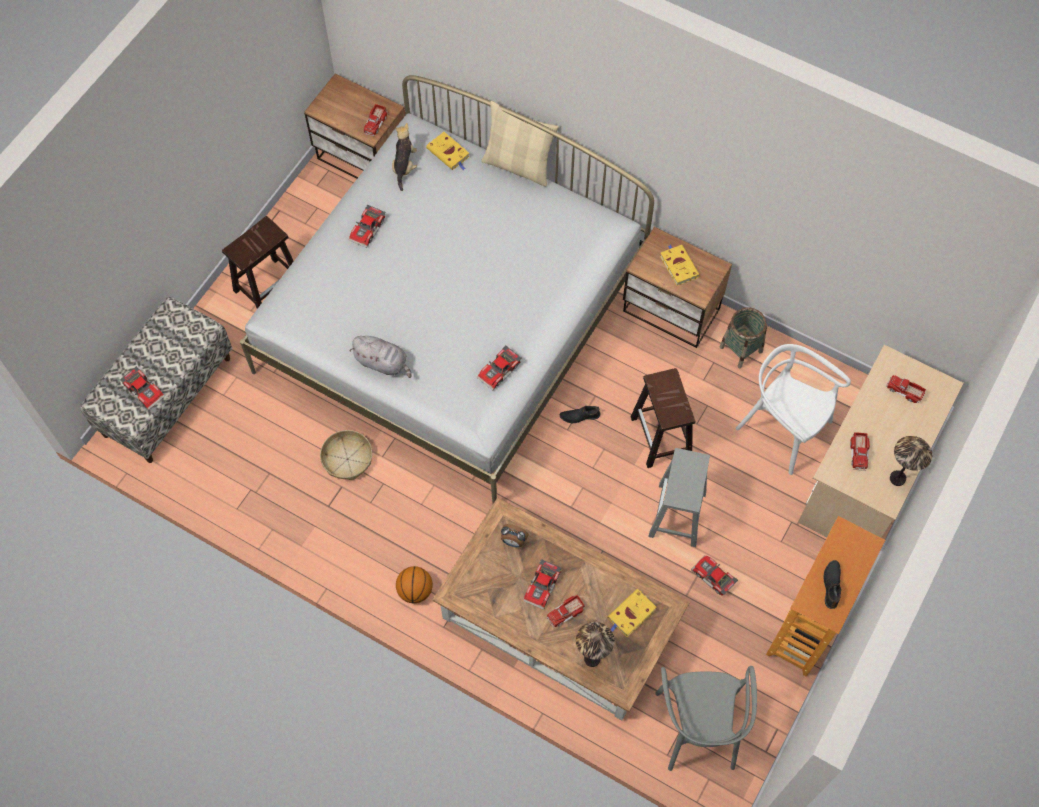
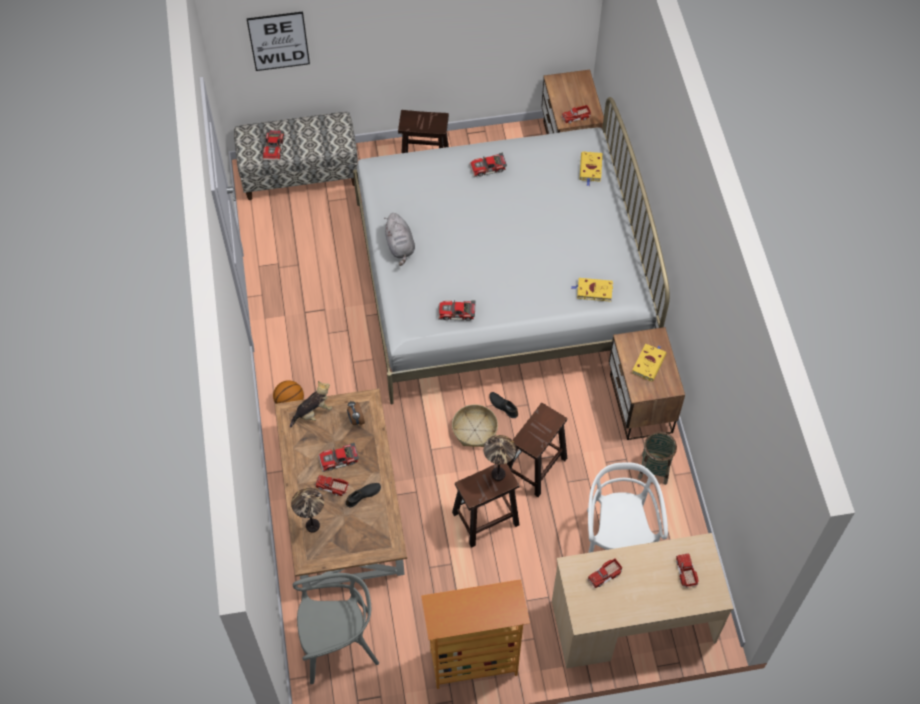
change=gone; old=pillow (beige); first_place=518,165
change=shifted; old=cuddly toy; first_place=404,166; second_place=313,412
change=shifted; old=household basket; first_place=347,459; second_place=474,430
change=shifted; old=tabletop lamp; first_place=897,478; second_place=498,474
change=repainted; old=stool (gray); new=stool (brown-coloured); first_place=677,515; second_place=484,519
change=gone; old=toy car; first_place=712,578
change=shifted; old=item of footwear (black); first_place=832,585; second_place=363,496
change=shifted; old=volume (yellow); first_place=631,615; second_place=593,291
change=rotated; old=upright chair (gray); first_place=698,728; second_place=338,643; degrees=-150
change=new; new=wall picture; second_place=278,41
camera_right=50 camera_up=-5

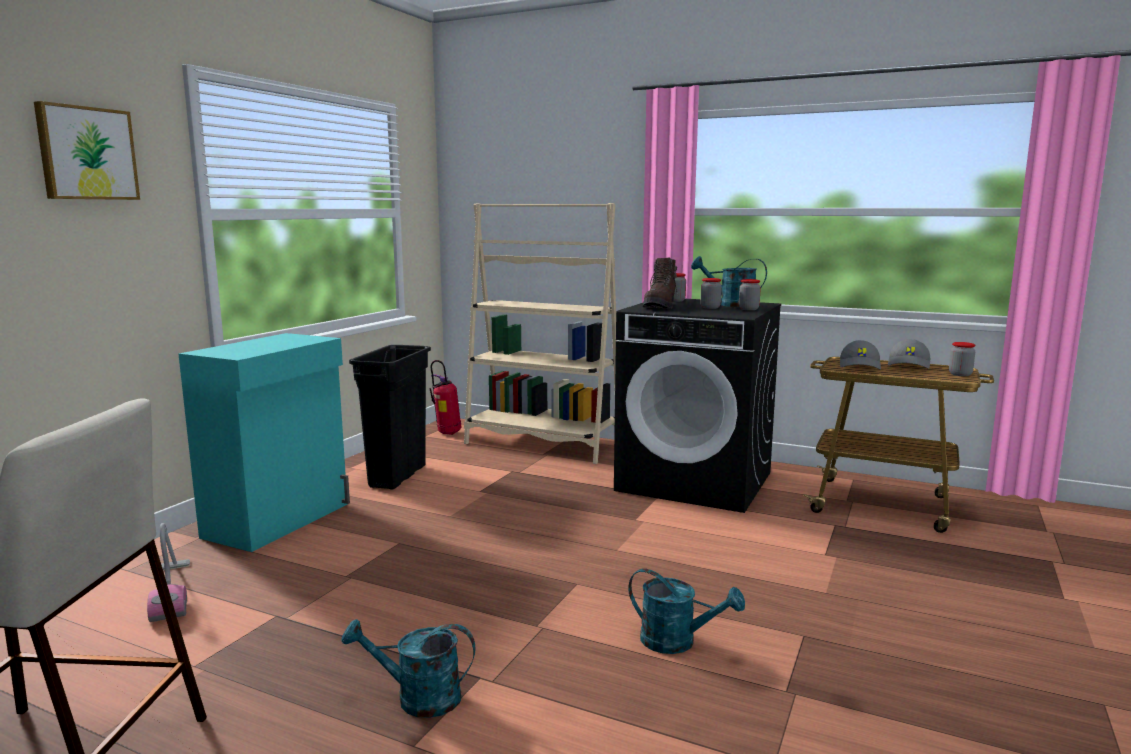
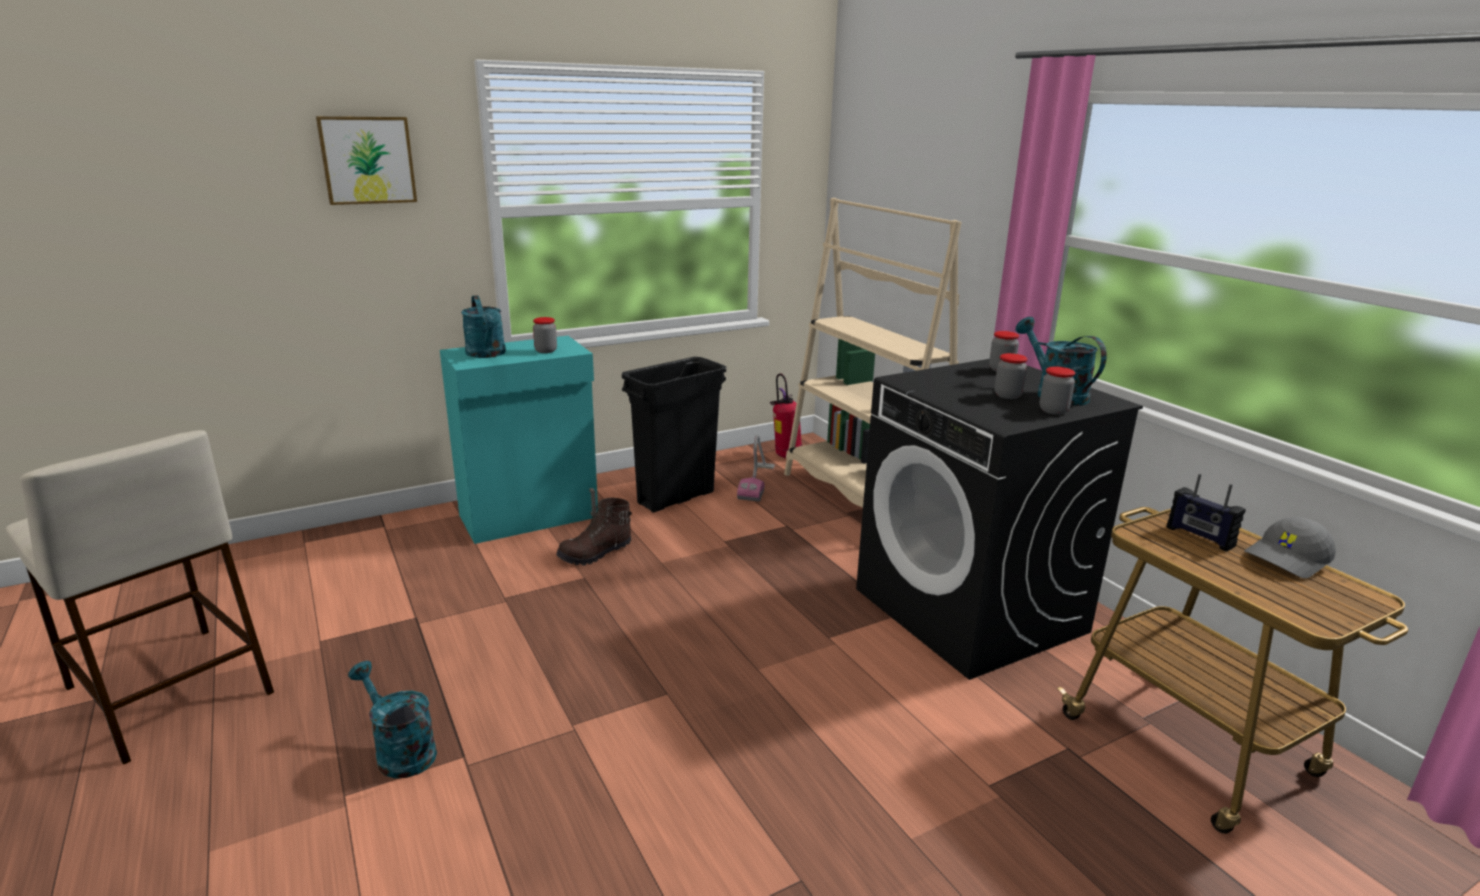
change=shifted; old=boot (brown-coloured); first_place=660,306; second_place=596,554
change=swapped; old=peaked cap (gray); new=radio receiver; first_place=860,365; second_place=1199,537
change=shifted; old=storage jar; first_place=960,374; second_place=546,351
change=shifted; old=hoover; first_place=172,591; second_place=757,483
change=shifted; old=sprinkling can (blue-green); first_place=677,642; second_place=487,354
camera_right=35 camera_up=10

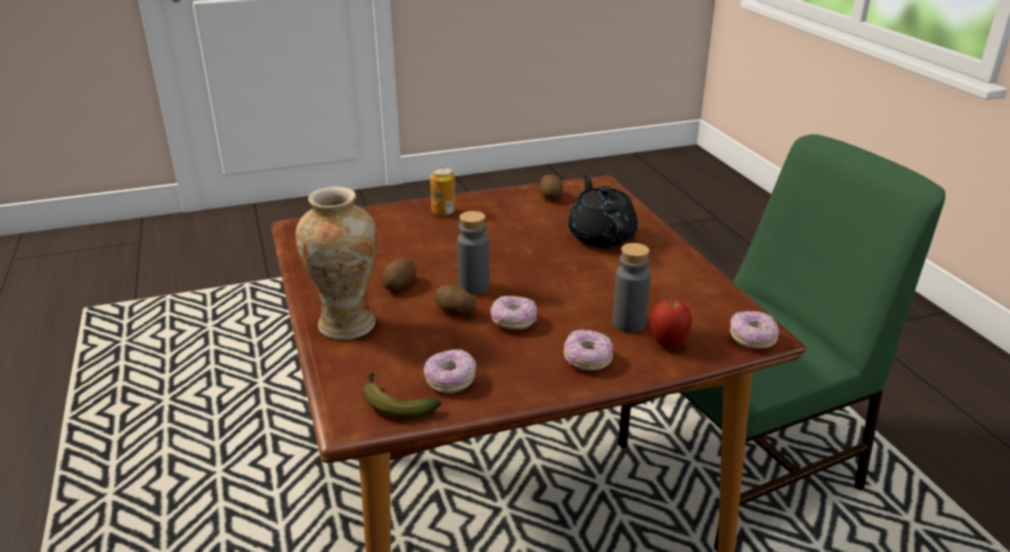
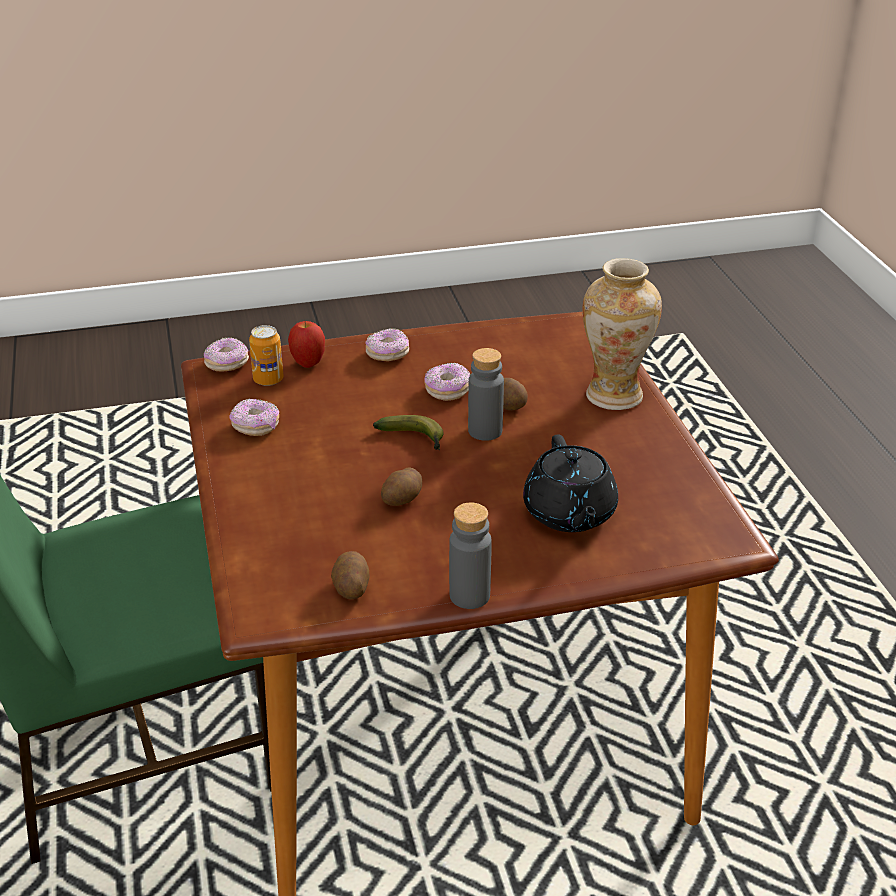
change=shifted; old=metal can; first_place=443,212; second_place=268,379
change=shifted; old=tea pot (black); first_place=601,236; second_place=569,514
change=shifted; old=beverage bottle (gray); first_place=628,323; second_place=469,595
change=shifted; old=whole potato; first_place=399,285; second_place=403,499
change=shifted; old=doughnut; first_place=450,381; second_place=255,427
change=shifted; old=banana; first_place=394,403; second_place=415,439
camera_right=-175 camera_up=5

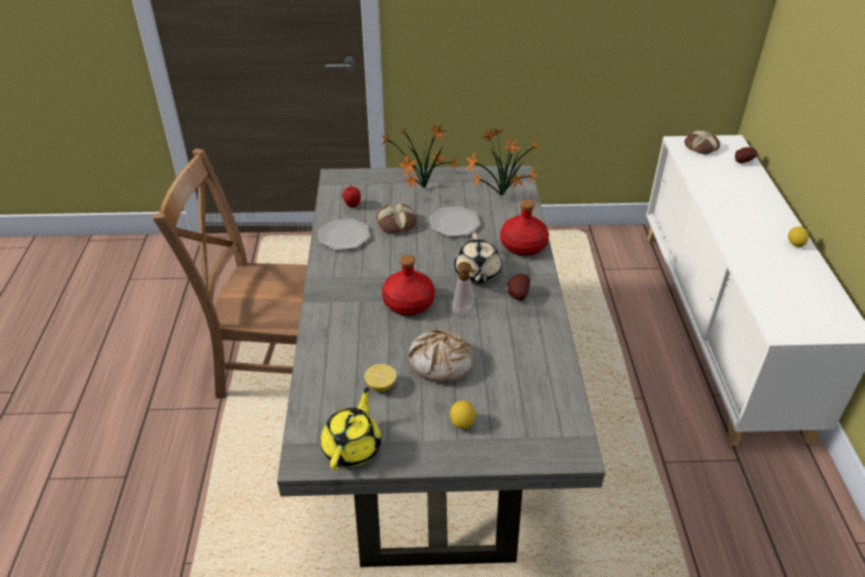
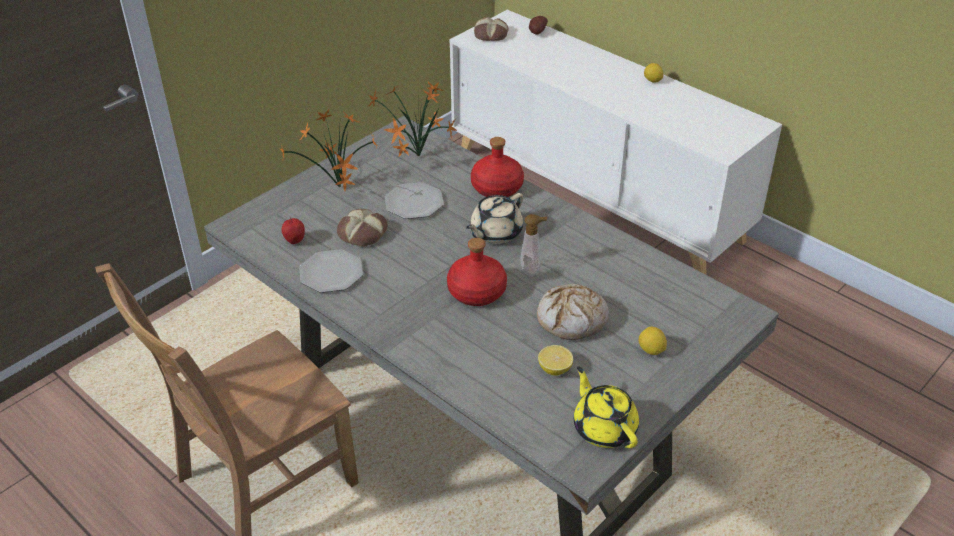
change=rotated; old=tea pot (beige); first_place=477,273; second_place=495,233; degrees=90
change=gone; old=whole potato; first_place=517,295
camera_right=-45 camera_up=0

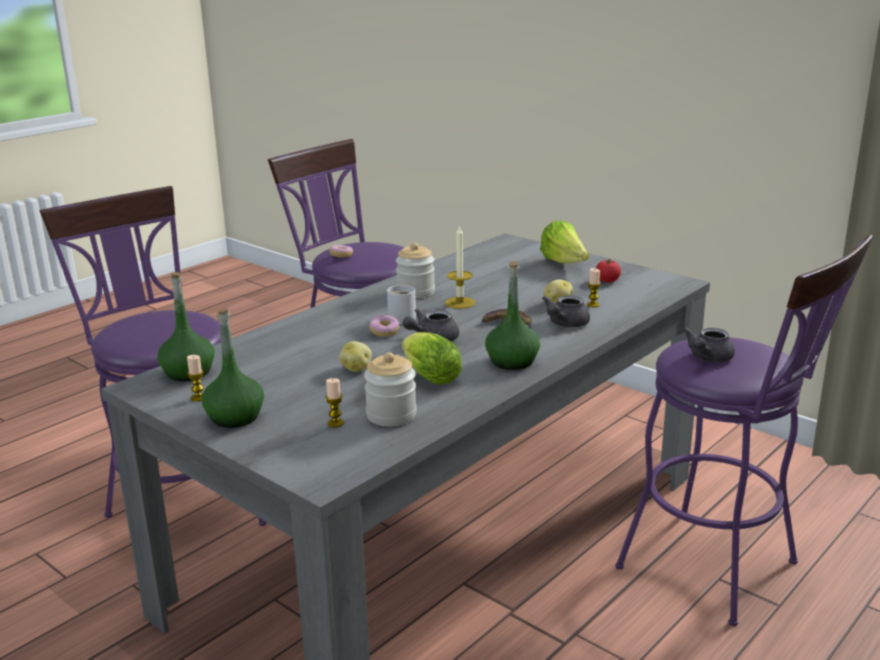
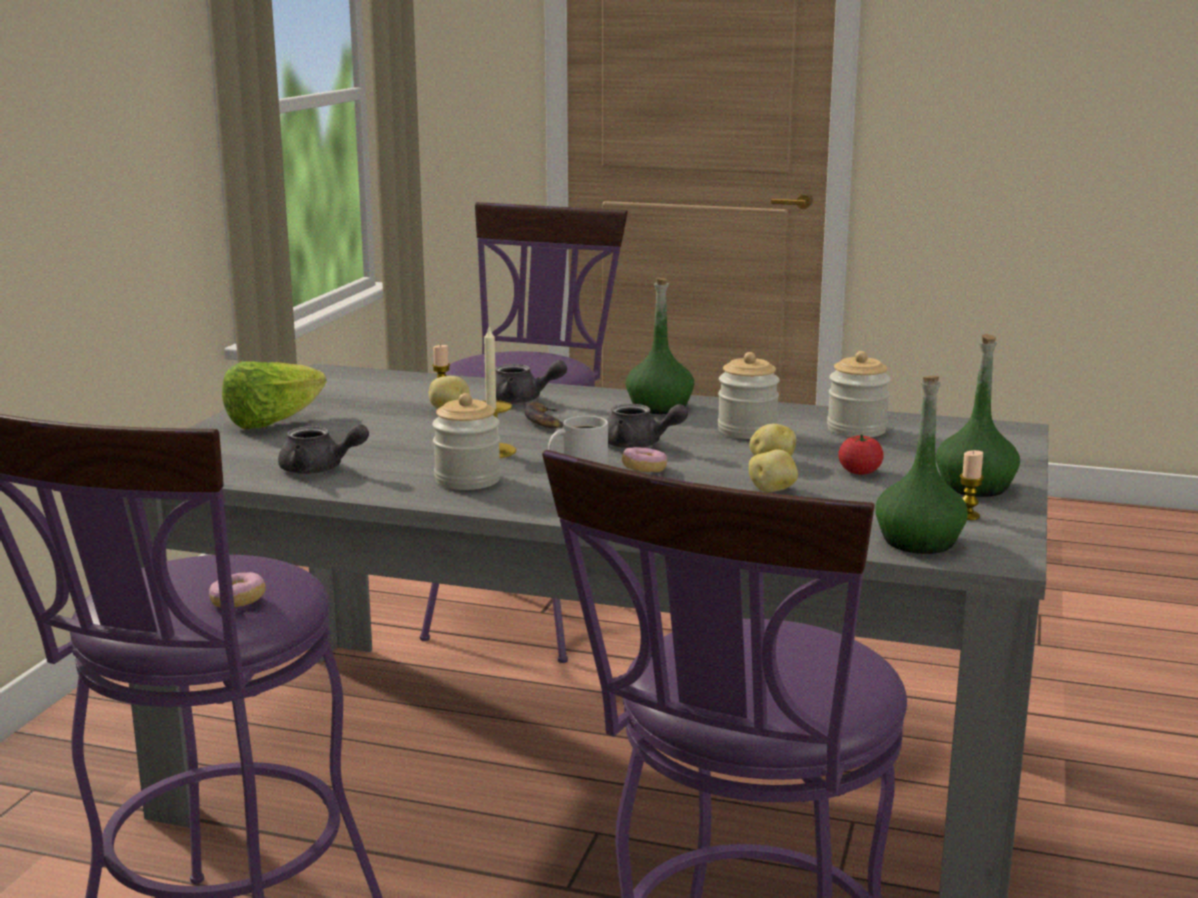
change=shifted; old=fresh tomato; first_place=607,281; second_place=859,472
change=shifted; old=tea pot (gray); first_place=707,358; second_place=319,469
change=swapped; old=lettuce head; new=storage jar; first_place=428,377; second_place=747,431
change=gone; old=candle; first_place=335,423
change=new; new=whole potato; second_place=773,490
camera_right=-115 camera_up=-5

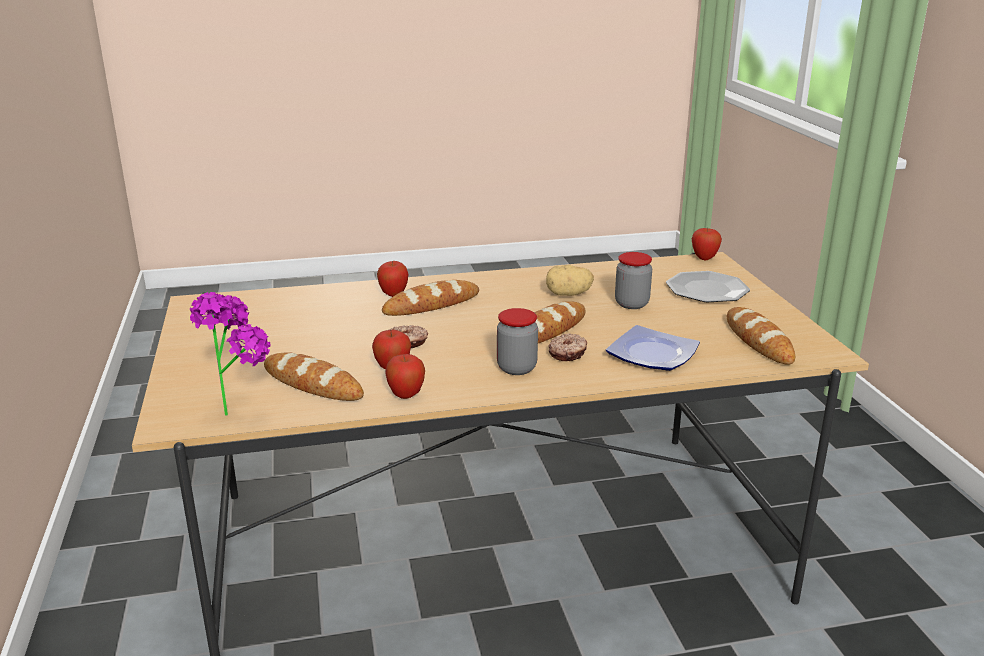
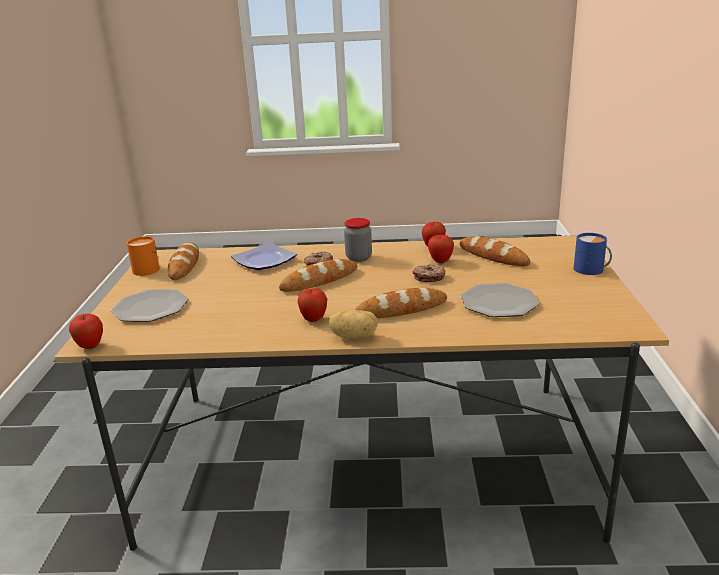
change=gone; old=storage jar; first_place=631,304
change=shifted; old=whole apple; first_place=393,294; second_place=313,319
change=shifted; old=whole potato; first_place=568,294; second_place=354,337
change=gone; old=potted plant; first_place=241,409
change=new; new=mug (blue); second_place=591,270
change=new; new=mug (orange); second_place=146,269
change=new; new=plate; second_place=499,302
camera_right=-165 camera_up=0

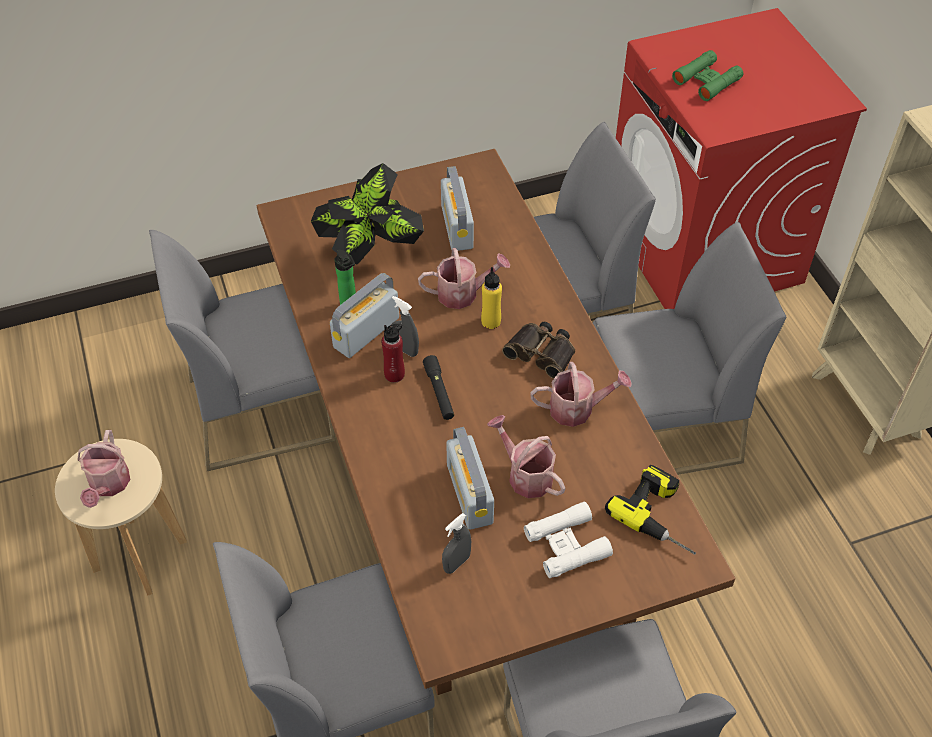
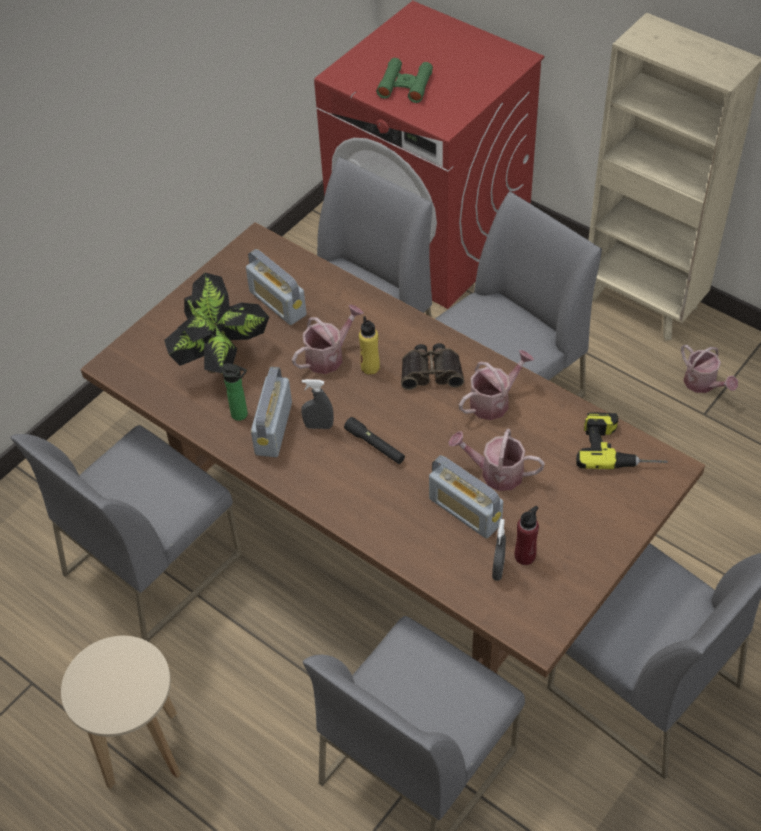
change=shifted; old=beverage bottle (red); first_place=394,374; second_place=525,556
change=shifted; old=sprinkling can; first_place=108,485; second_place=703,384
change=gone; old=pair of binoculars (white-coloured); first_place=566,545
camera_right=-30 camera_up=0

